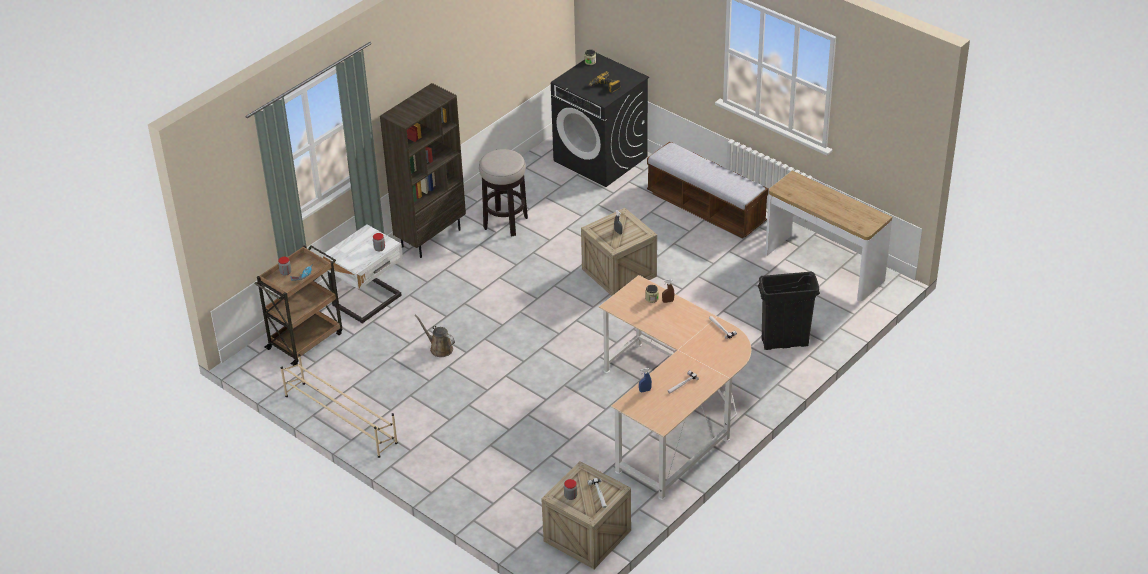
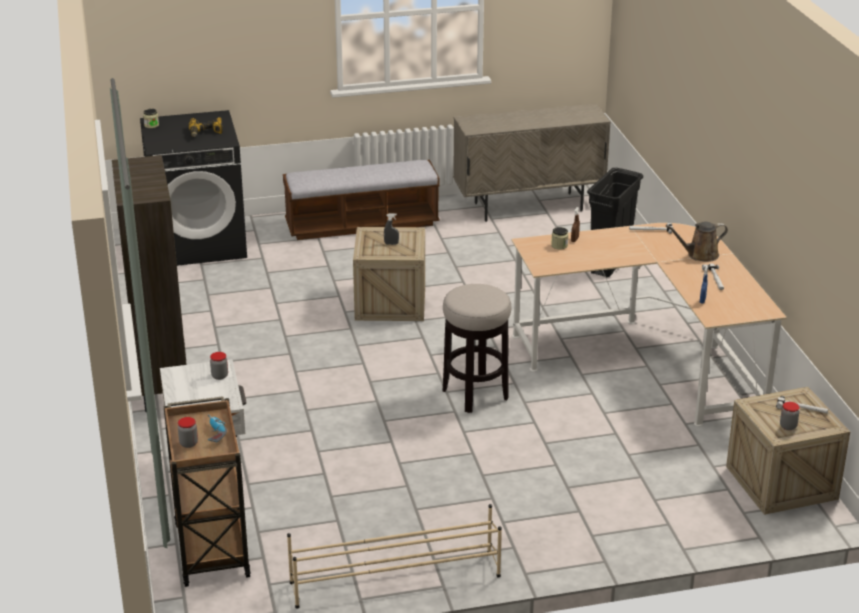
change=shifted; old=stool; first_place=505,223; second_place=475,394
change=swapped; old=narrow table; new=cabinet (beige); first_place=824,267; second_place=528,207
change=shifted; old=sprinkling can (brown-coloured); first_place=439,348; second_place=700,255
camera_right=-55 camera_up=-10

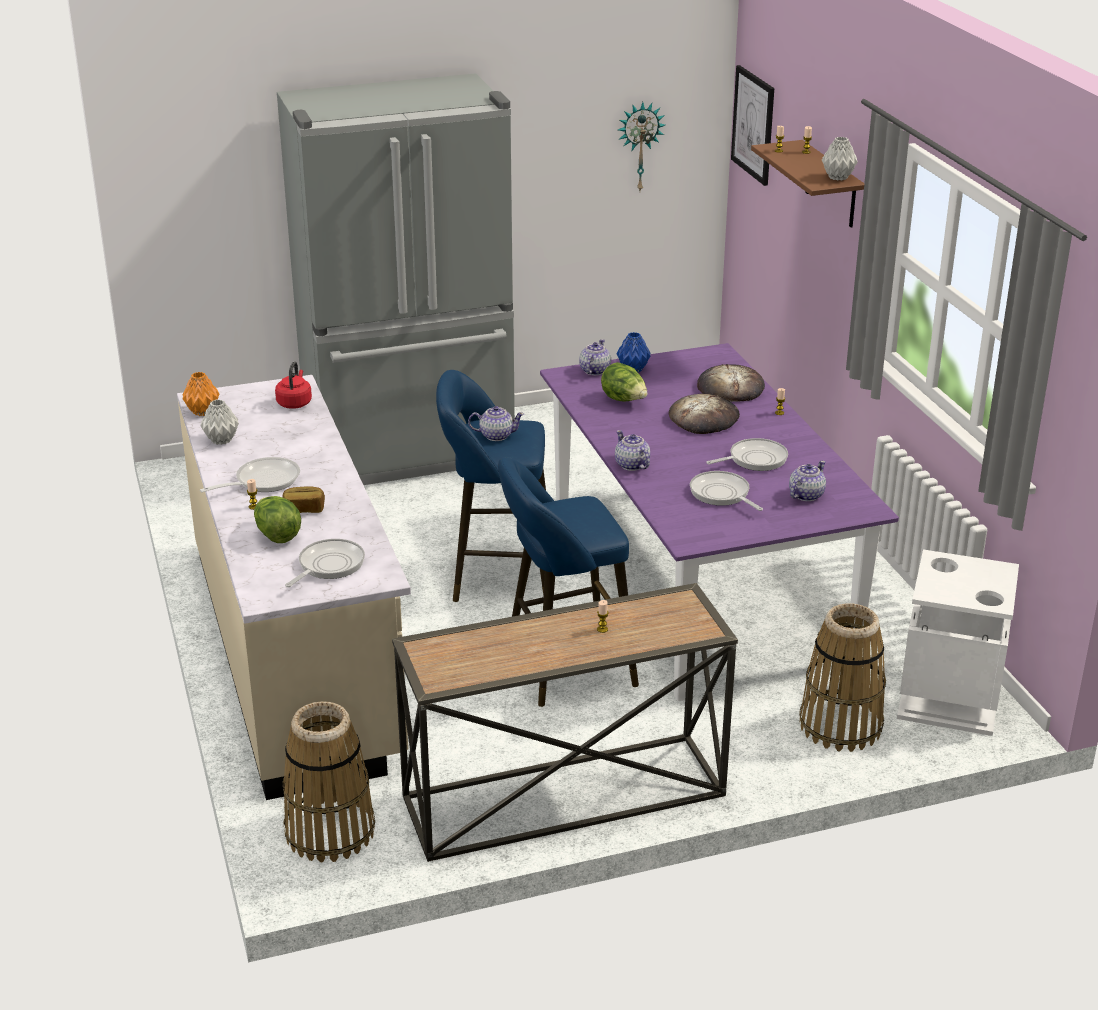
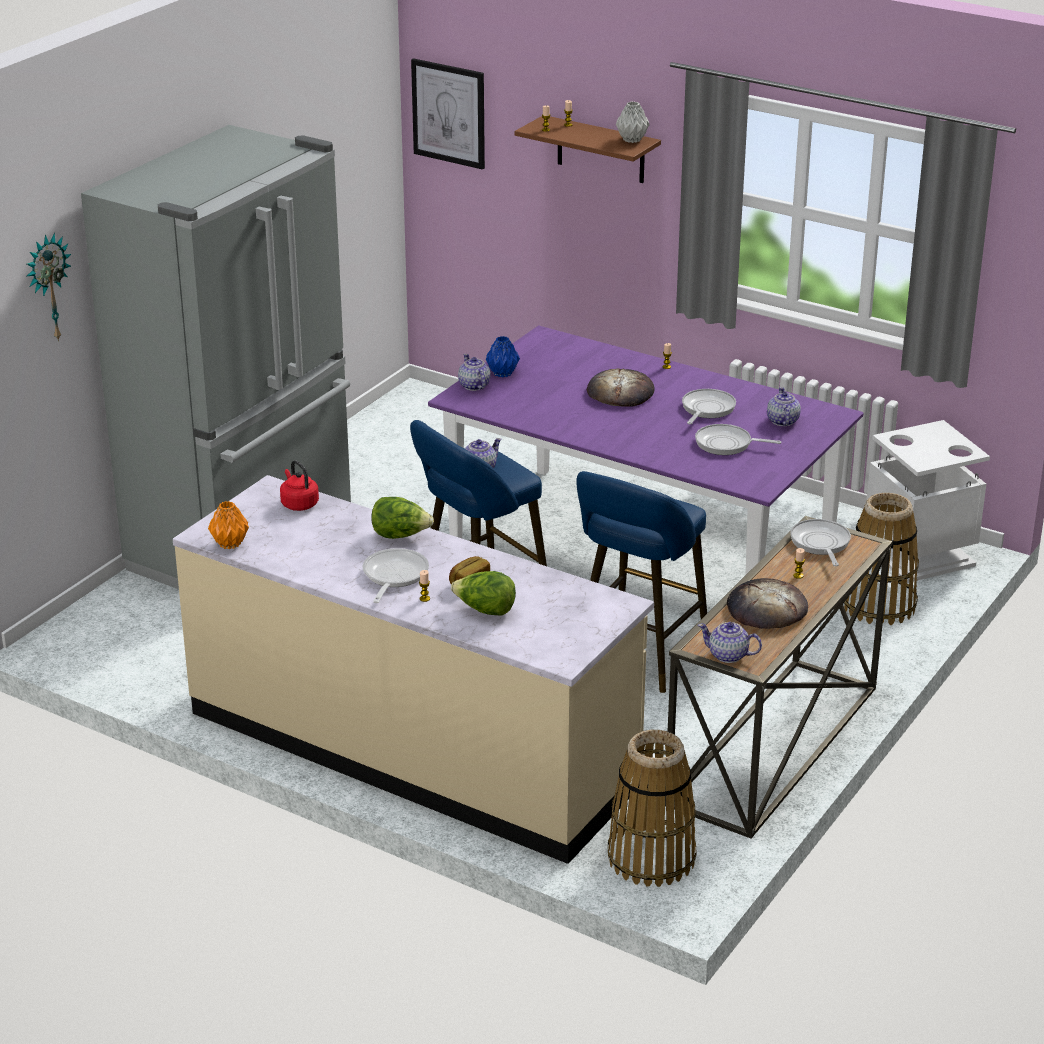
change=shifted; old=wall clock; first_place=639,146; second_place=48,287
change=shifted; old=lettuce head; first_place=624,400; second_place=400,536
change=shifted; old=bread; first_place=730,388; second_place=766,609
change=gone; old=flower vase (gray); first_place=220,440
change=shifted; old=tea pot; first_place=632,465; second_place=728,655
change=shifted; old=pan; first_place=328,566; second_place=820,543
camera_right=-40 camera_up=0

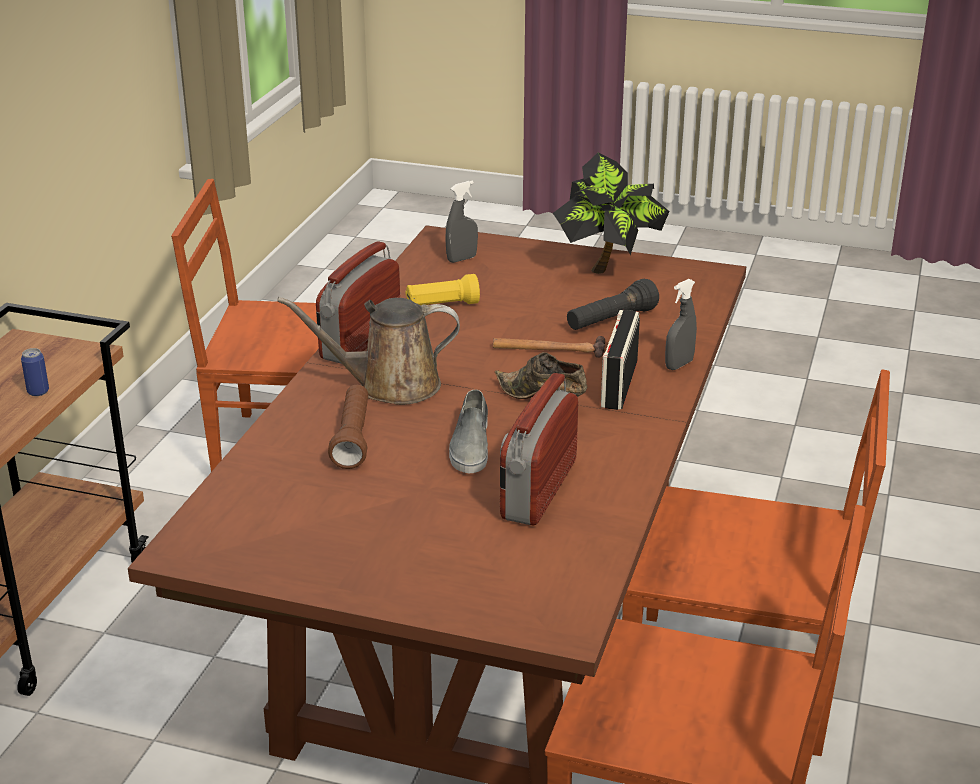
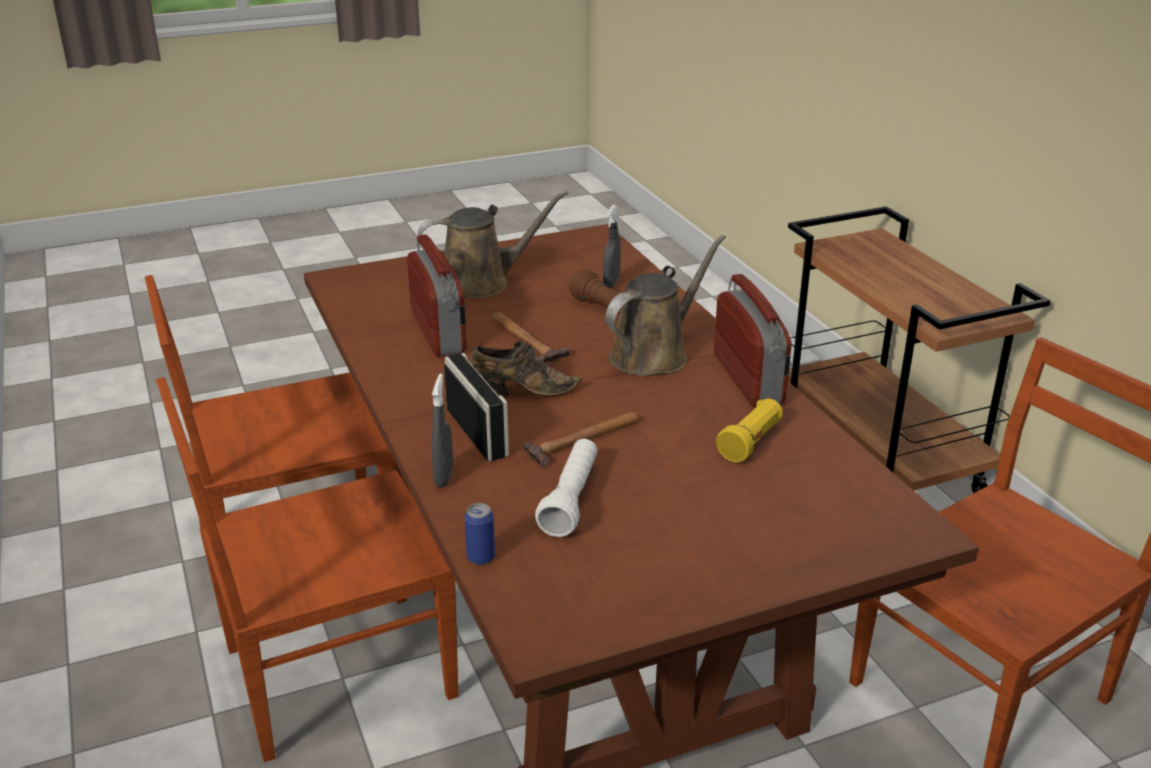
change=gone; old=potted plant; first_place=608,265
change=shifted; old=spray bottle (gray); first_place=462,259; second_place=611,283
change=repainted; old=torch (black); new=torch (white-coloured); first_place=611,321; second_place=570,500
change=shifted; old=metal can; first_place=38,392; second_place=481,557
change=swapped; old=item of footwear (gray); new=hammer; first_place=470,445; second_place=526,340
change=new; new=sprinkling can (brown-coloured); second_place=481,283
camera_right=140 camera_up=0

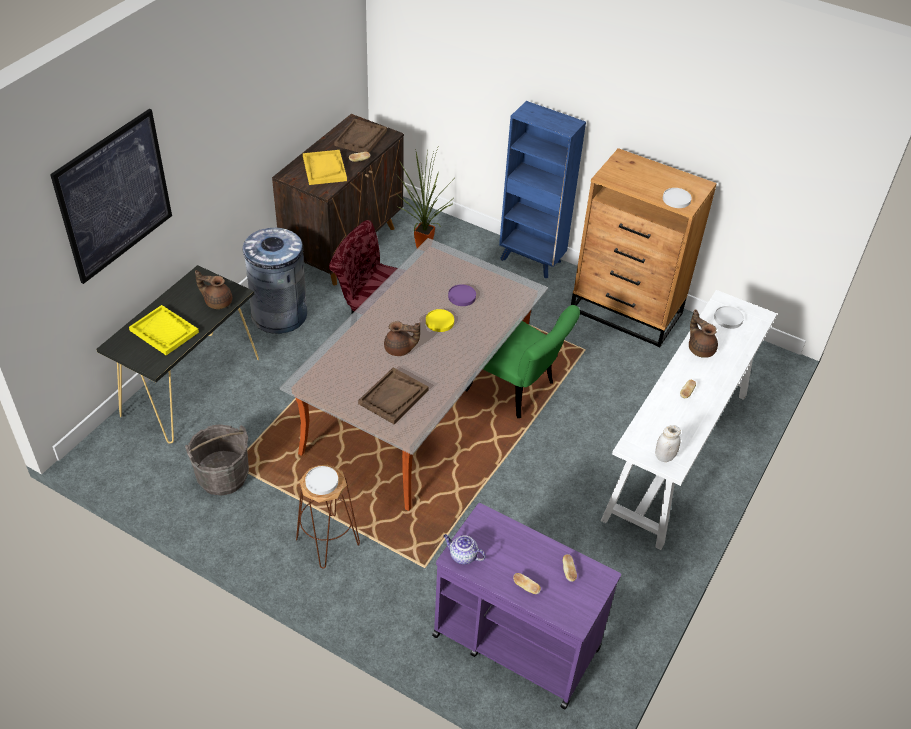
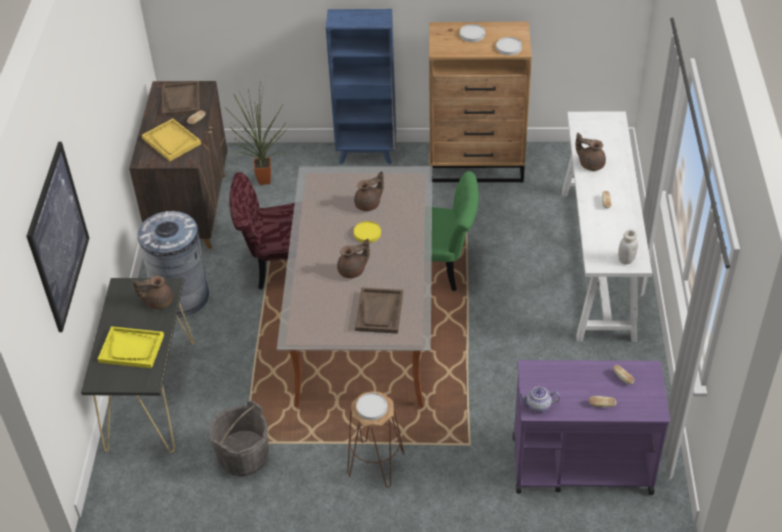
change=swapped; old=plate (purplish); new=tea pot (brown-coloured); first_place=462,297; second_place=369,204
change=shifted; old=plate (white-coloured); first_place=728,318; second_place=472,34
camera_right=-25 camera_up=0

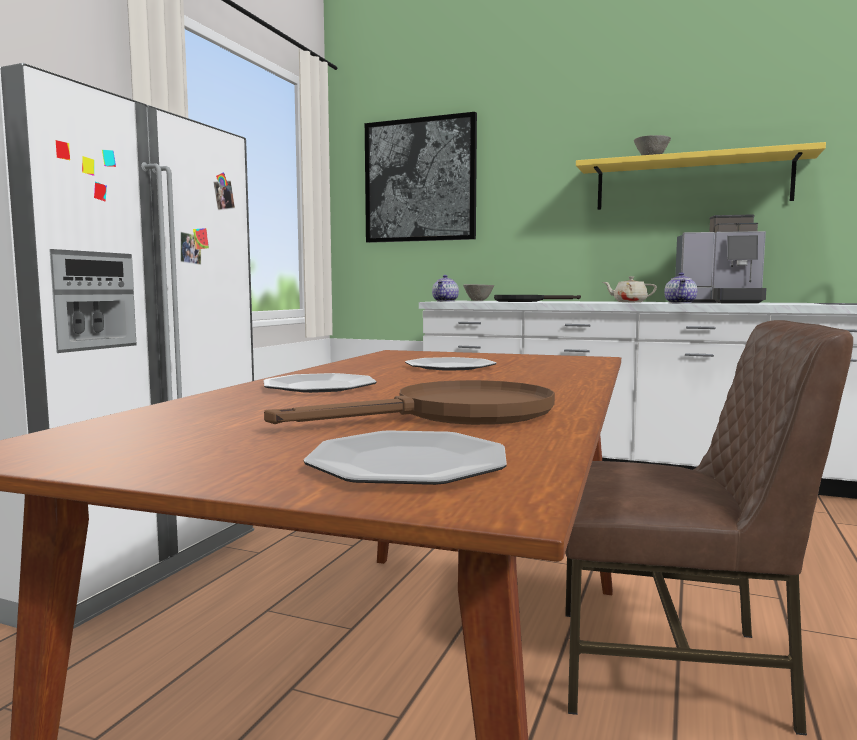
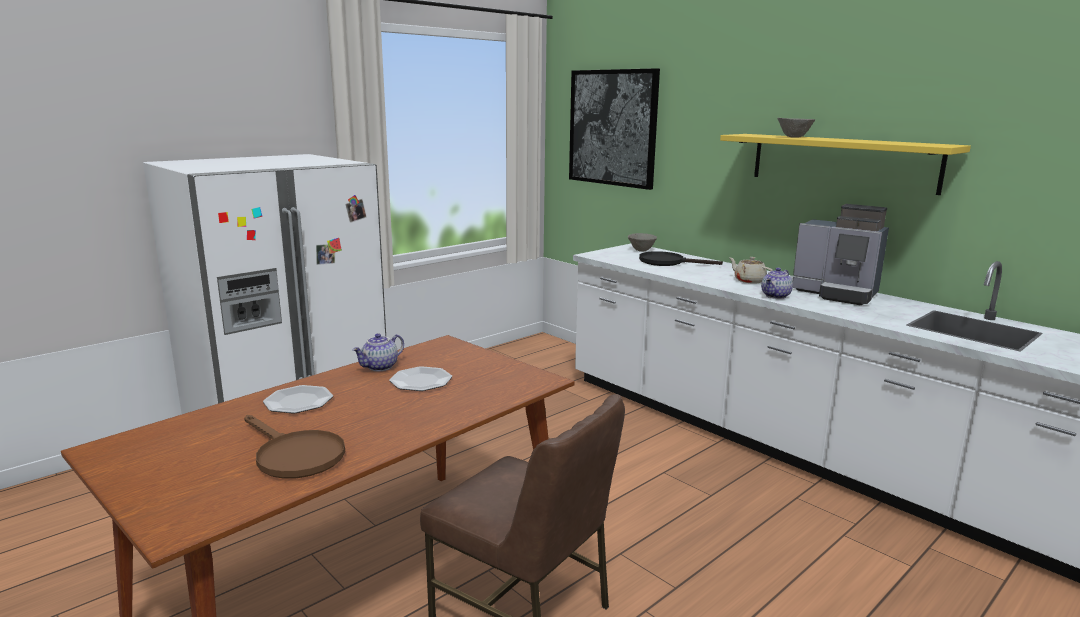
change=shifted; old=tea pot; first_place=446,301; second_place=380,367
change=rotated; old=pan (brown-coloured); first_place=454,414; second_place=294,455; degrees=45
change=gone; old=plate; first_place=407,463
camera_right=25 camera_up=10

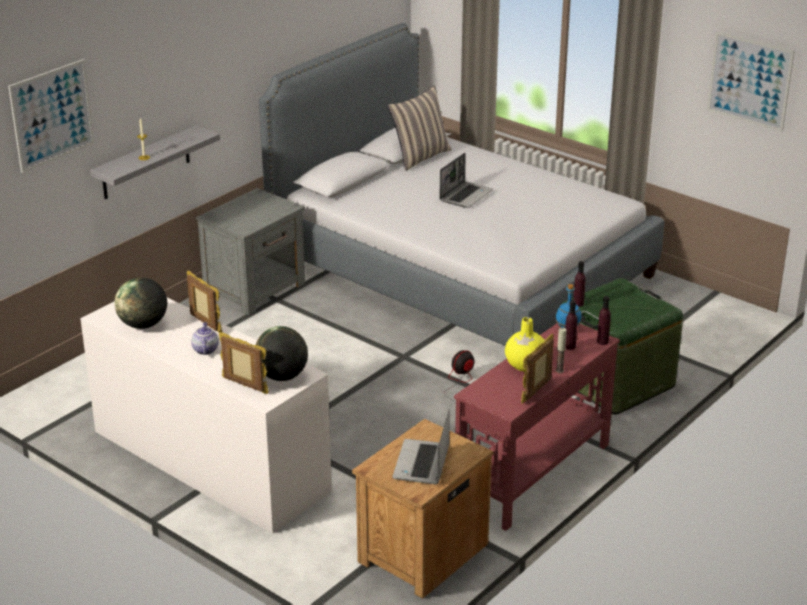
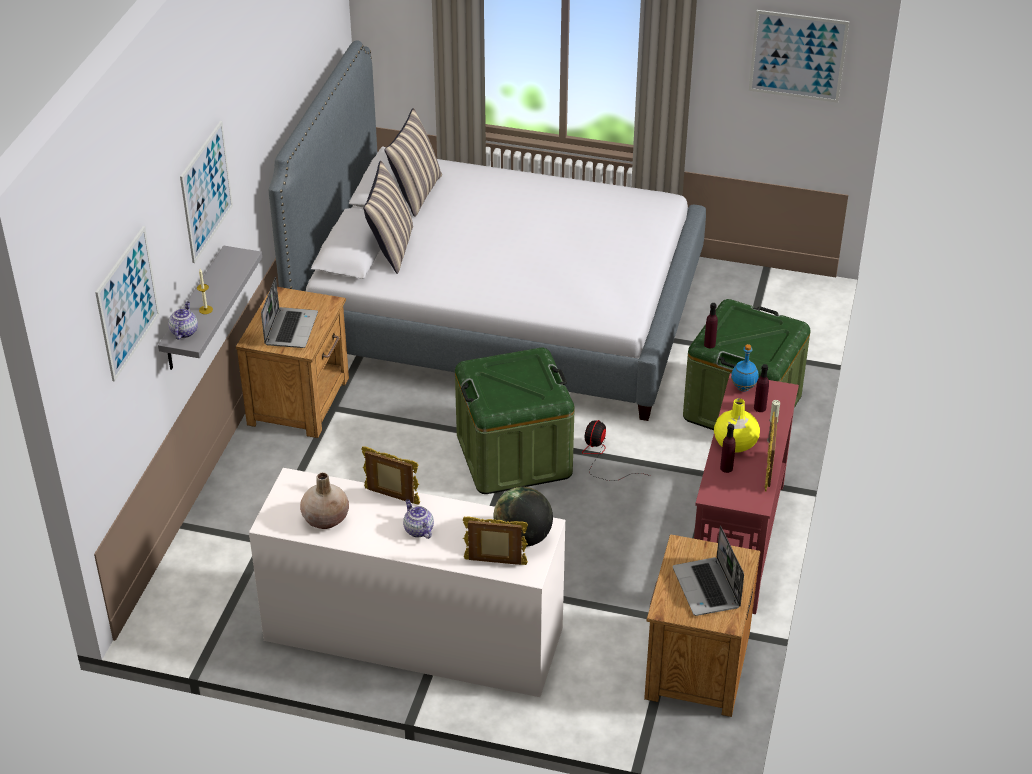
change=shifted; old=portable computer; first_place=465,195; second_place=290,328
change=repainted; old=bedside table (gray); new=bedside table (brown-coloured); first_place=256,289; second_place=300,400
change=swapped; old=desk globe; new=flower vase (beige); first_place=143,325; second_place=326,519
change=shifted; old=beverage bottle (purplish); first_place=602,341; second_place=726,468
change=new; new=wall picture; second_place=206,191
change=new; new=pillow; second_place=391,248
change=new; new=tea pot; second_place=184,331
change=new; new=storage box (green); second_place=513,456
camera_right=-25 camera_up=10

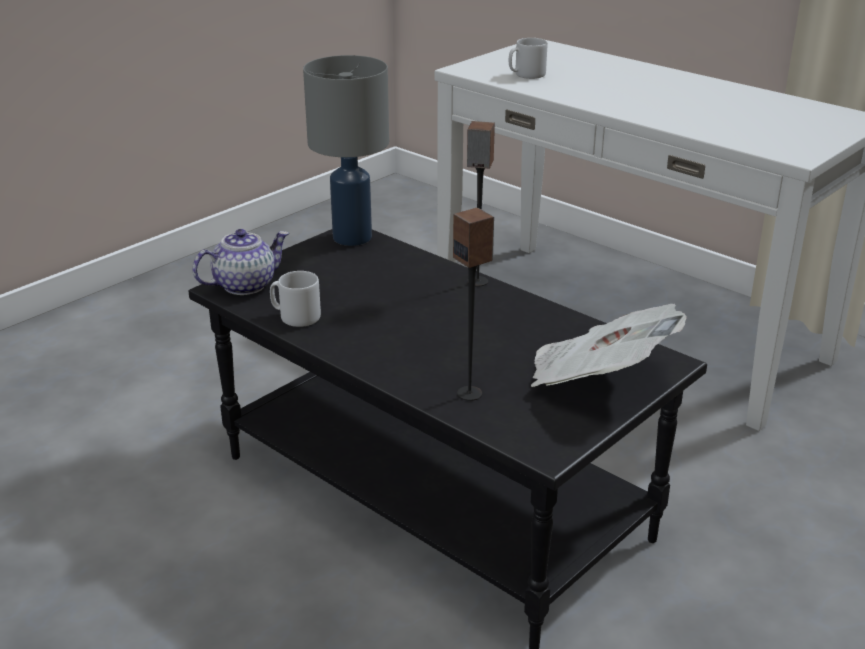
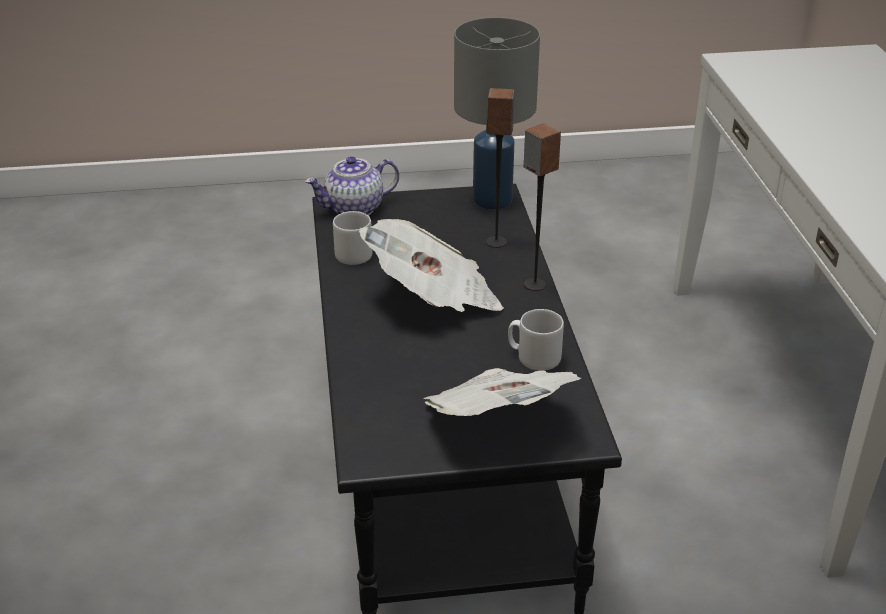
change=shifted; old=mug (gray); first_place=526,75; second_place=533,357
change=shifted; old=audio speaker; first_place=470,393; second_place=496,242
change=rotated; old=tea pot; first_place=245,285; second_place=354,209; degrees=150
change=new; new=printed paper; second_place=434,298
camera_right=40 camera_up=5

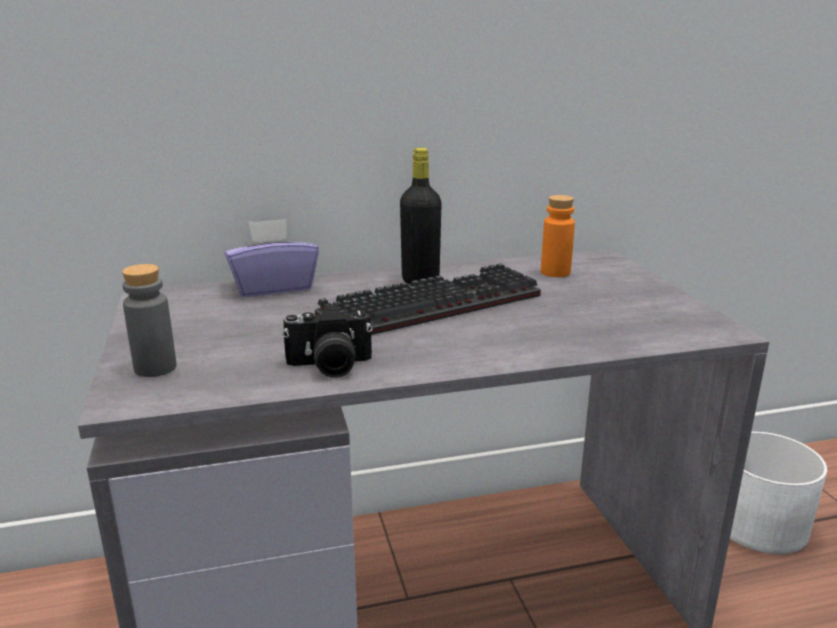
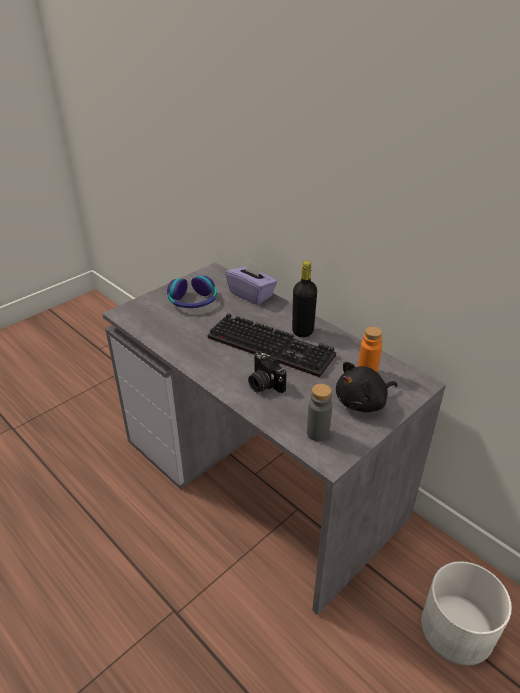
change=shifted; old=beverage bottle (gray); first_place=155,368; second_place=318,433
change=shifted; old=photo camera; first_place=329,366; second_place=264,384
change=new; new=headset; second_place=193,301
change=new; new=cuddly toy (black); second_place=363,402
camera_right=60 camera_up=15

